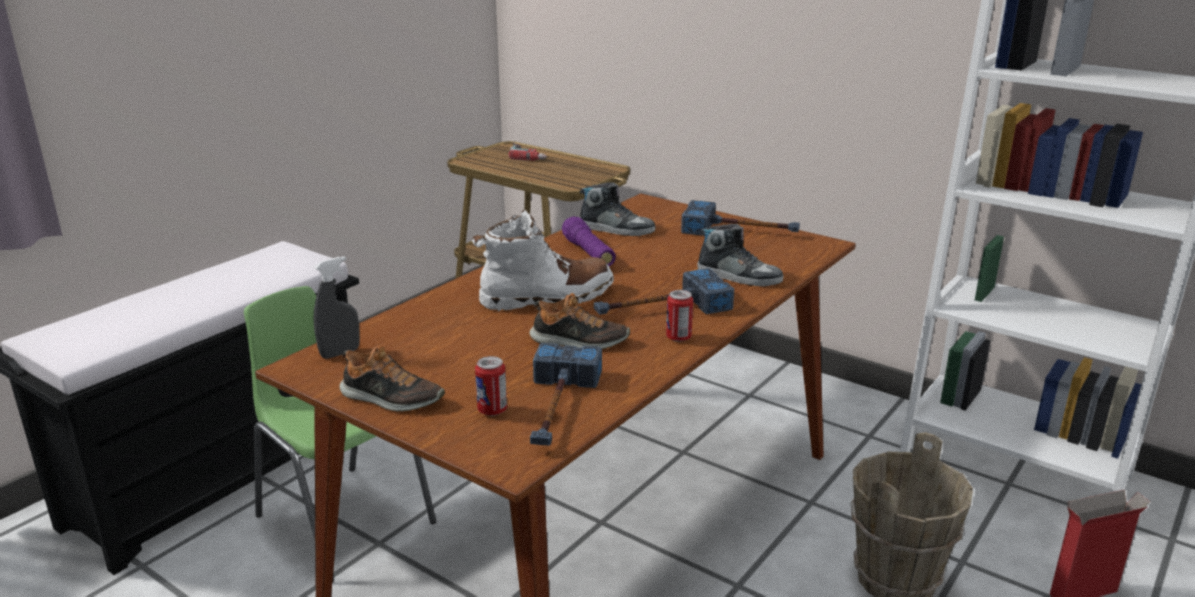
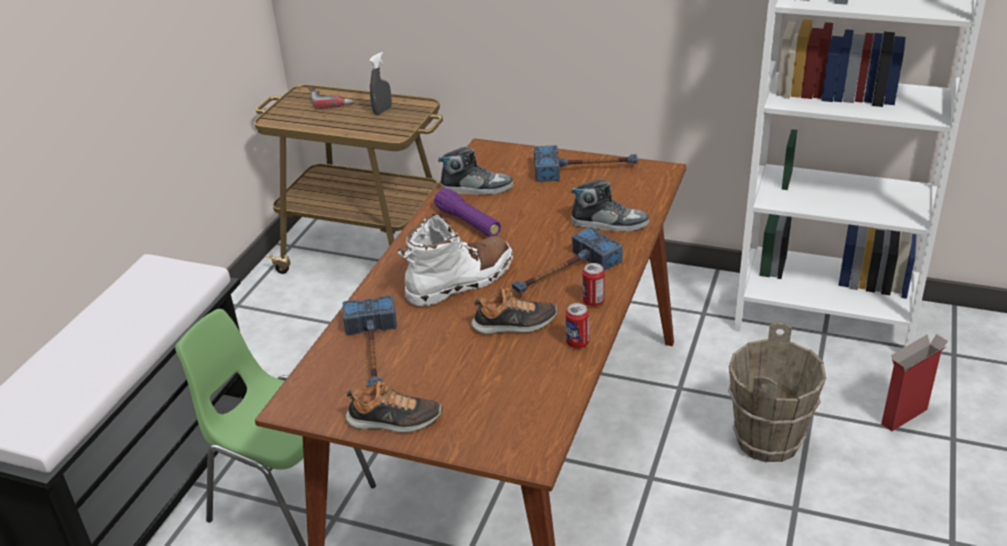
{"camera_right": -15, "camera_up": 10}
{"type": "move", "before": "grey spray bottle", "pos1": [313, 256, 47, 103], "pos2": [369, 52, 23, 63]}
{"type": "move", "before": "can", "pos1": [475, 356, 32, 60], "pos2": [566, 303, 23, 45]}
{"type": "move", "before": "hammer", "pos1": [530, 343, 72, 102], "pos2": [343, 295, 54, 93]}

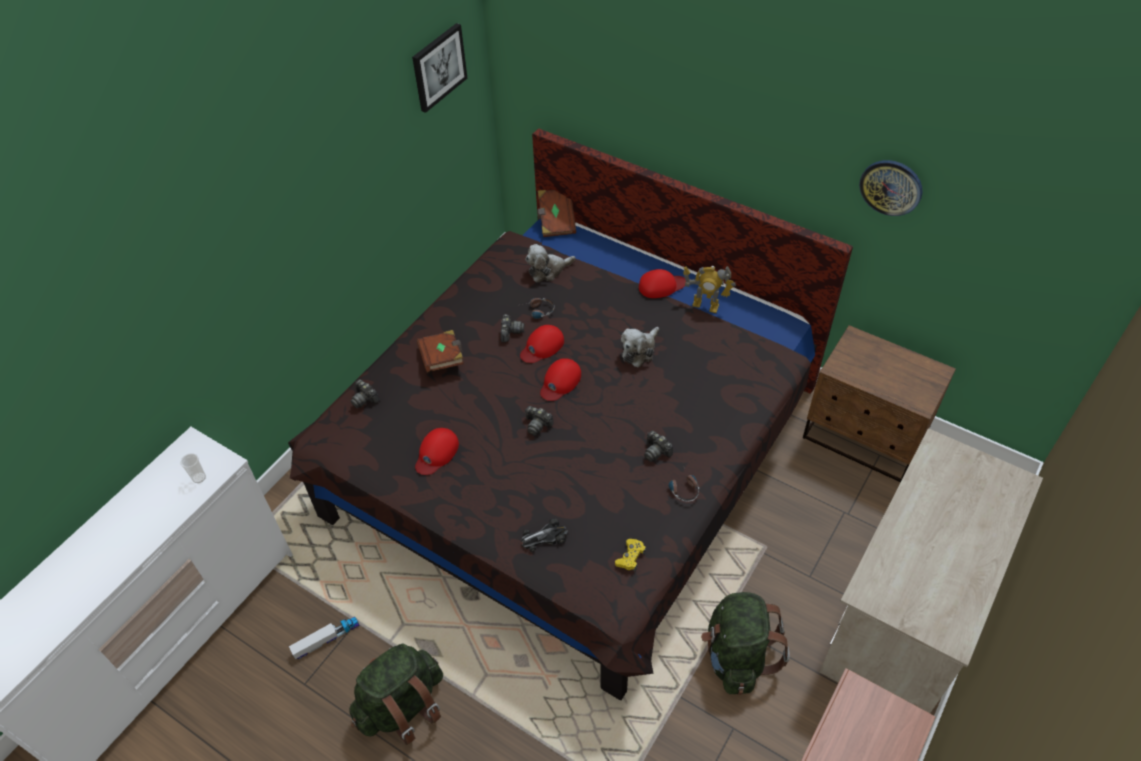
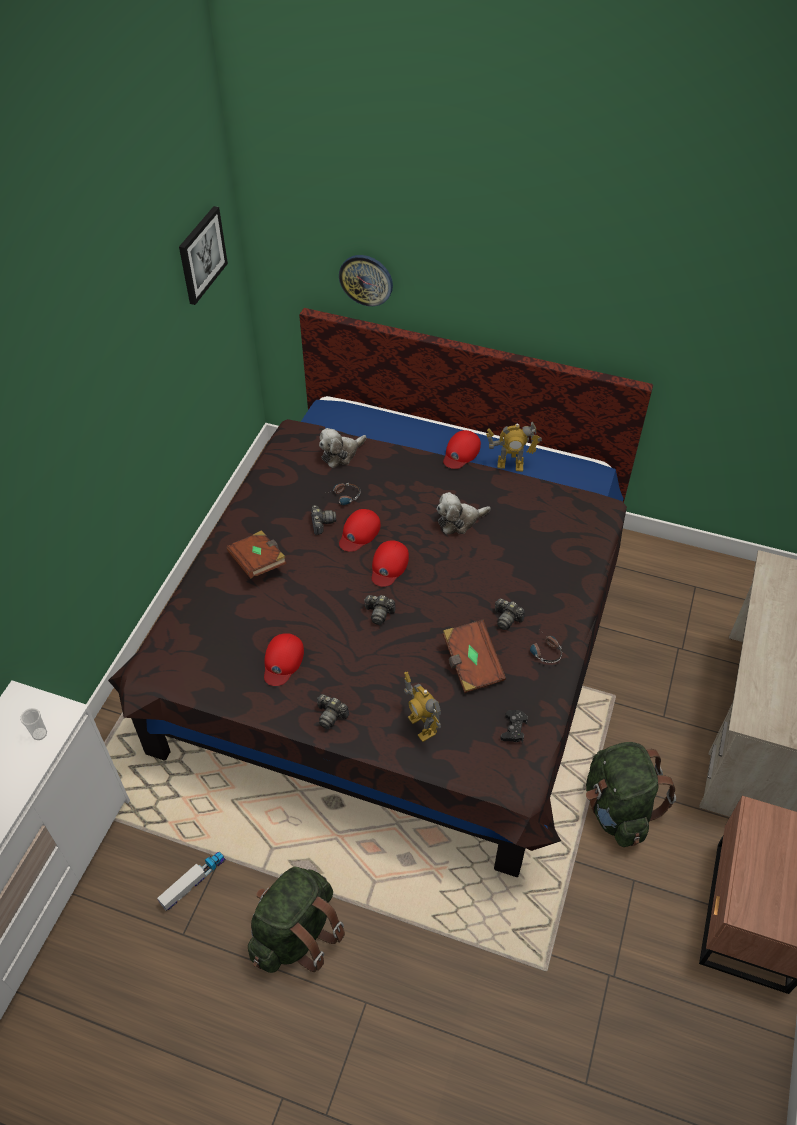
{"camera_right": -15, "camera_up": 0}
{"type": "delete", "before": "brown nightstand", "pos1": [803, 325, 153, 157]}
{"type": "move", "before": "photo camera", "pos1": [351, 379, 29, 29], "pos2": [317, 694, 32, 35]}
{"type": "move", "before": "brown book", "pos1": [537, 190, 39, 47], "pos2": [443, 620, 63, 73]}
{"type": "move", "before": "wall clock", "pos1": [859, 160, 64, 56], "pos2": [339, 255, 54, 51]}
{"type": "replace", "before": "toy car", "after": "toy robot", "pos1": [521, 518, 47, 34], "pos2": [404, 671, 37, 71]}
{"type": "recolor", "before": "yellow game controller", "after": "black game controller", "pos1": [615, 539, 31, 32], "pos2": [500, 710, 28, 32]}
{"type": "rotate", "before": "plush toy", "pos1": [621, 327, 38, 41], "pos2": [436, 492, 55, 42], "turn": 45}
{"type": "rotate", "before": "red cap", "pos1": [639, 269, 47, 29], "pos2": [443, 430, 38, 39], "turn": 150}

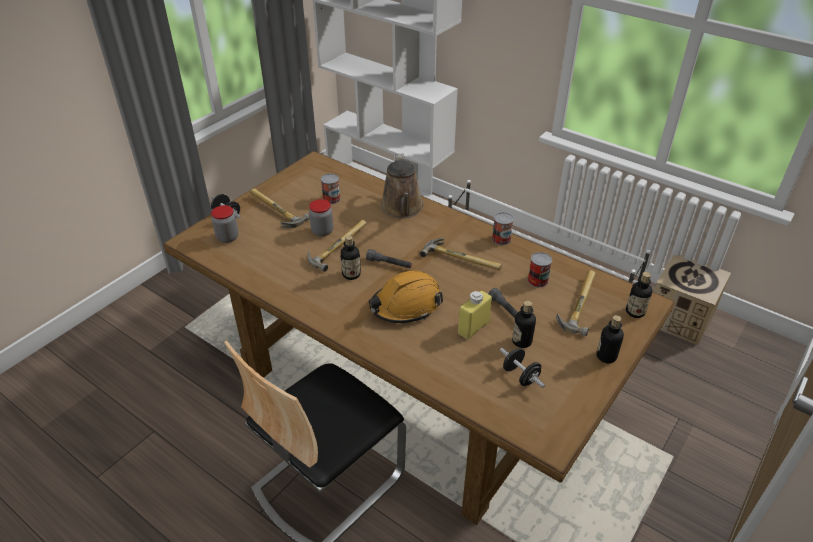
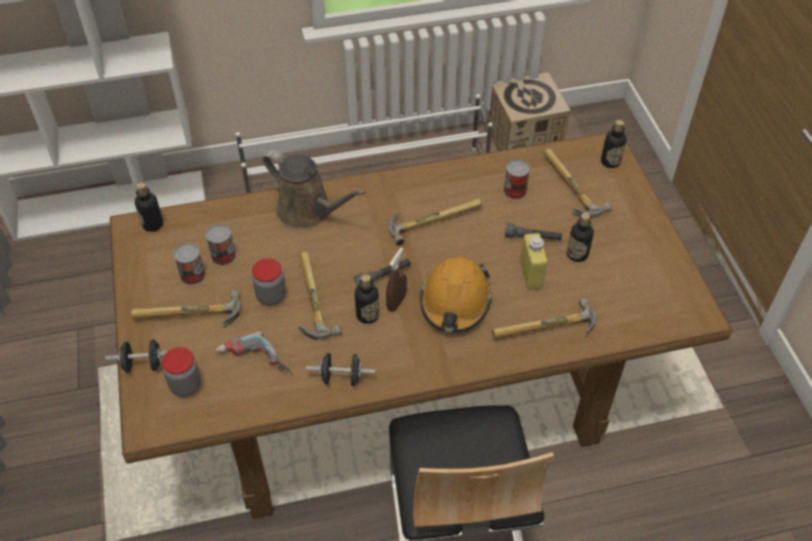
{"camera_right": -50, "camera_up": 10}
{"type": "insert", "after": "power drill", "pos2": [215, 331, 76, 42]}
{"type": "insert", "after": "brown spray bottle", "pos2": [386, 247, 21, 65]}
{"type": "insert", "after": "hammer", "pos2": [492, 298, 105, 41]}
{"type": "move", "before": "can", "pos1": [492, 212, 22, 33], "pos2": [174, 243, 31, 42]}
{"type": "move", "before": "black dumbbell", "pos1": [500, 348, 45, 40], "pos2": [306, 353, 69, 33]}
{"type": "move", "before": "bottle", "pos1": [596, 315, 28, 48], "pos2": [135, 183, 28, 49]}

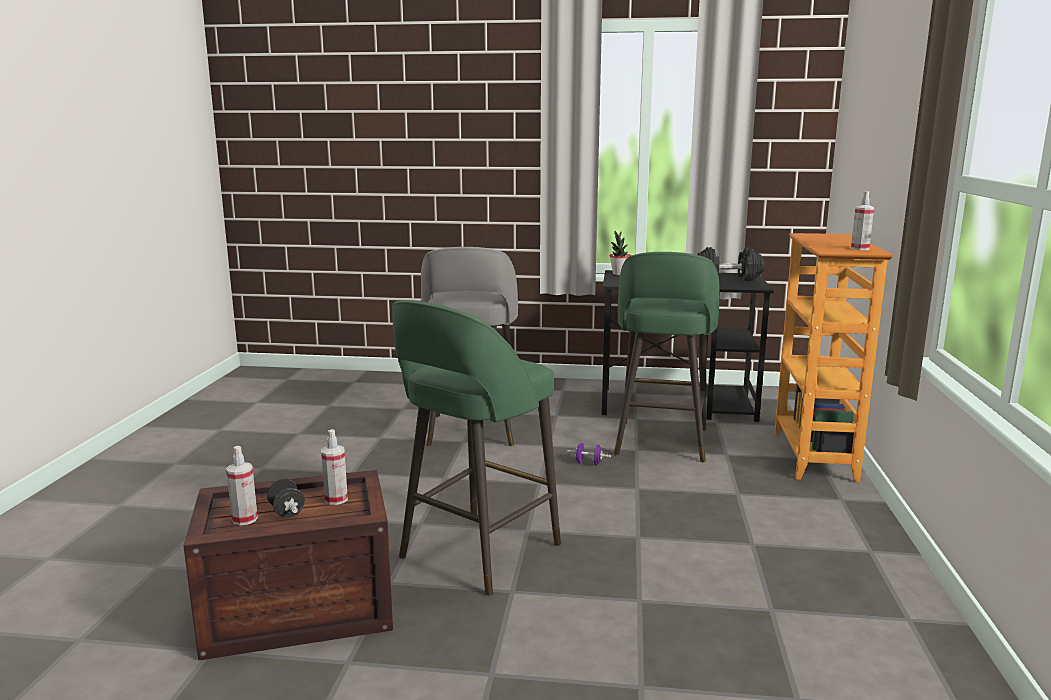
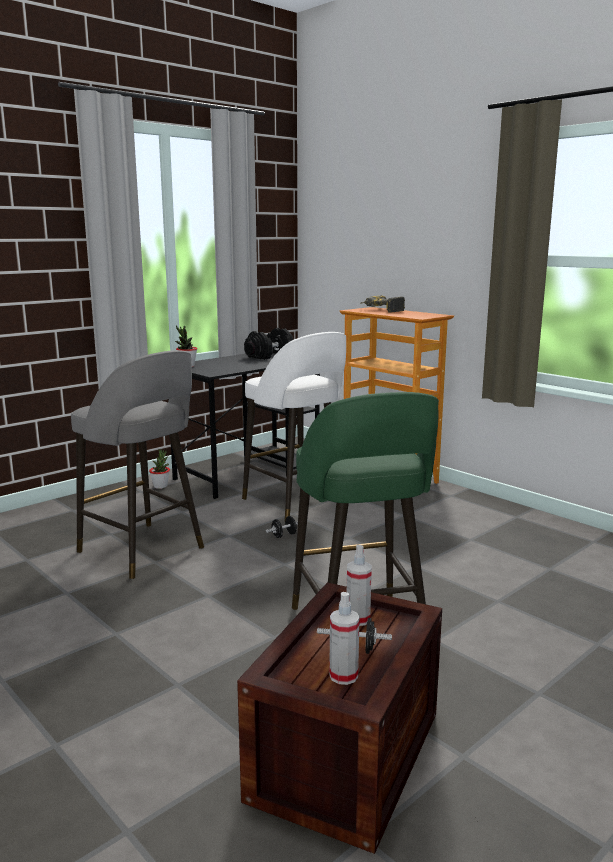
{"camera_right": -50, "camera_up": 0}
{"type": "delete", "before": "spray bottle", "pos1": [851, 191, 23, 59]}
{"type": "insert", "after": "potted plant", "pos2": [149, 449, 21, 40]}
{"type": "insert", "after": "power drill", "pos2": [361, 296, 44, 17]}
{"type": "recolor", "before": "purple dumbbell", "after": "black dumbbell", "pos1": [567, 443, 44, 22], "pos2": [266, 516, 32, 22]}
{"type": "recolor", "before": "green stool", "after": "white stool", "pos1": [614, 252, 105, 210], "pos2": [242, 332, 104, 188]}

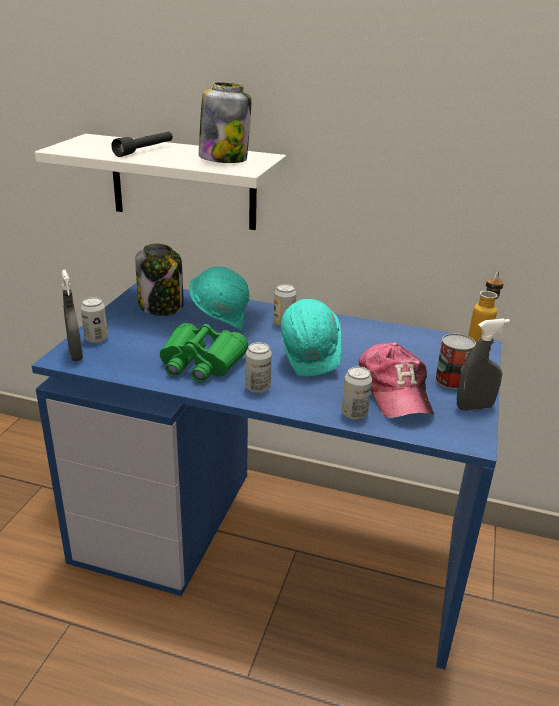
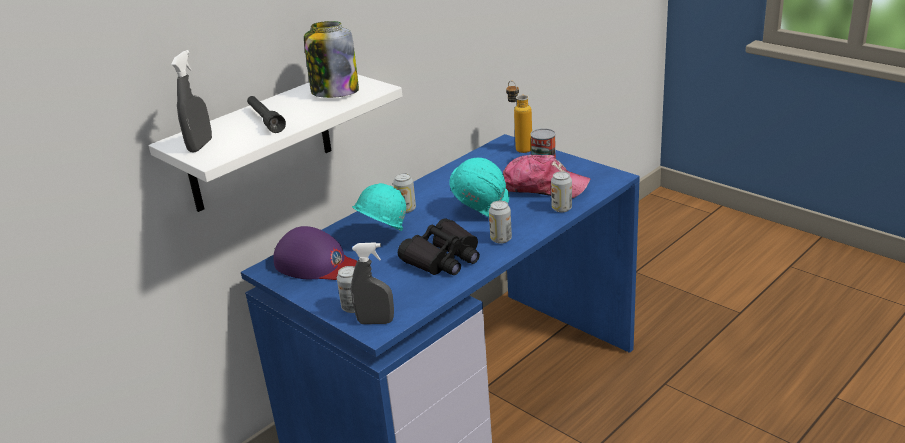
{"camera_right": -60, "camera_up": 0}
{"type": "move", "before": "grey spray bottle", "pos1": [457, 319, 53, 92], "pos2": [171, 50, 41, 102]}
{"type": "replace", "before": "jar", "after": "purple cap", "pos1": [135, 243, 49, 73], "pos2": [273, 226, 84, 54]}
{"type": "recolor", "before": "green binoculars", "after": "black binoculars", "pos1": [160, 323, 88, 59], "pos2": [398, 218, 82, 57]}

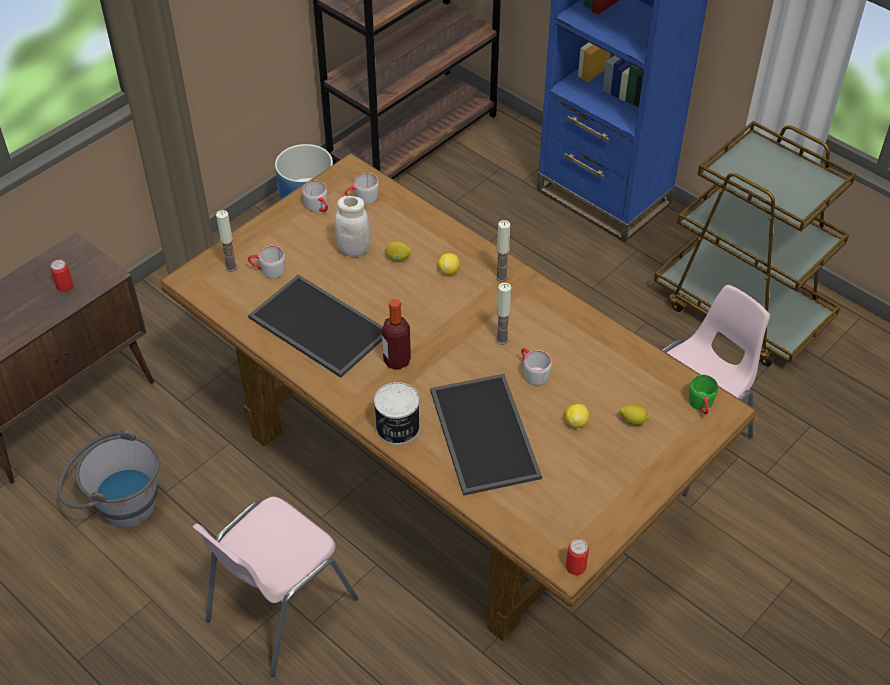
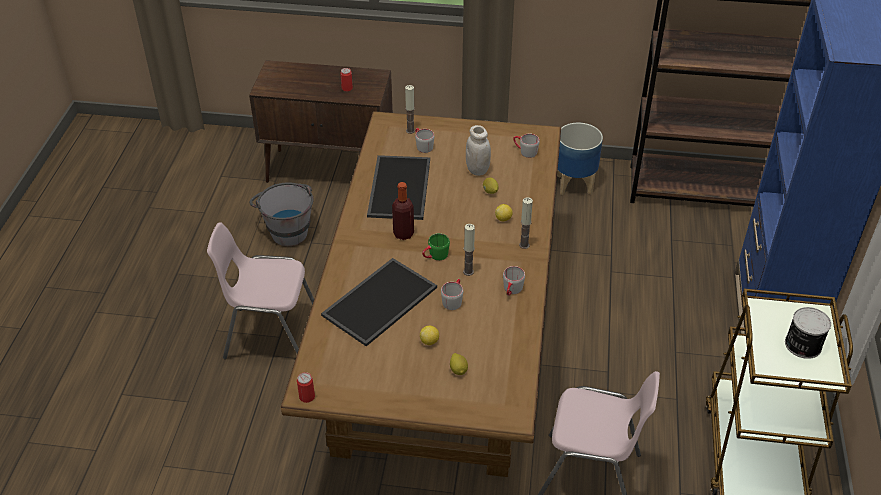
{"camera_right": 55, "camera_up": -5}
{"type": "move", "before": "grey mug", "pos1": [302, 181, 26, 31], "pos2": [503, 266, 22, 30]}
{"type": "move", "before": "can", "pos1": [374, 382, 46, 63], "pos2": [785, 307, 46, 52]}
{"type": "move", "before": "green mug", "pos1": [689, 375, 29, 40], "pos2": [422, 233, 28, 27]}

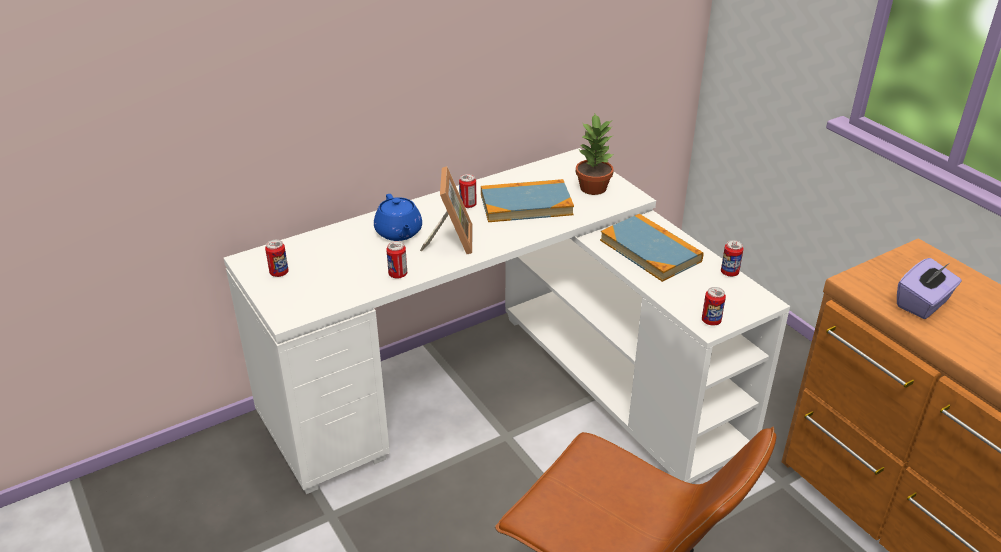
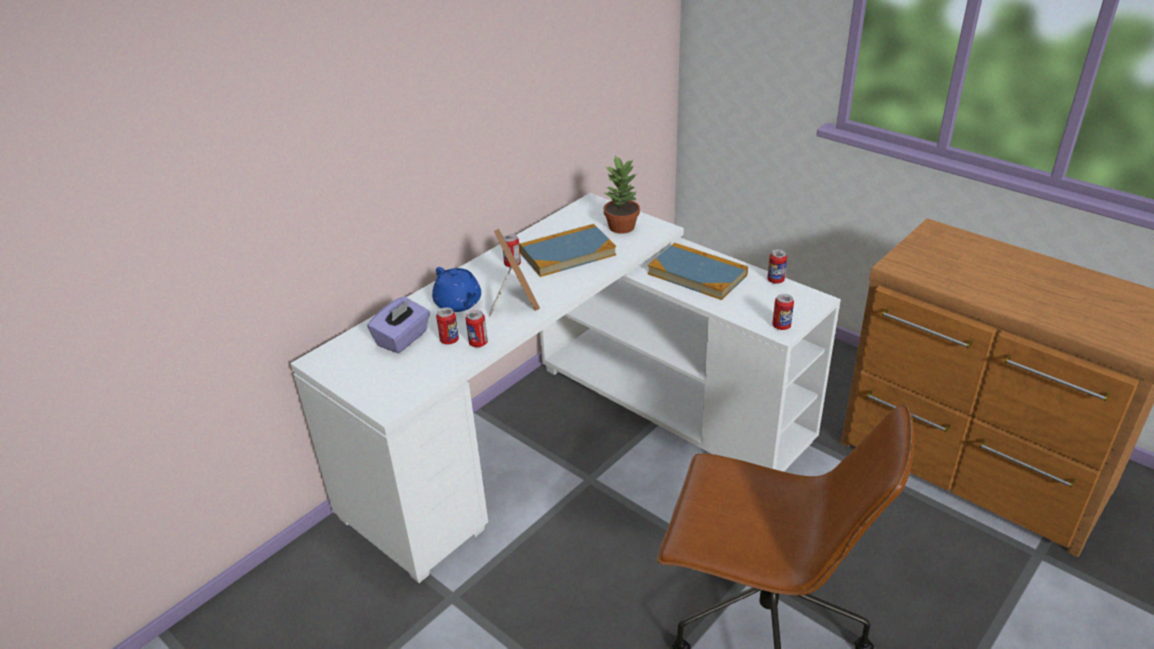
{"camera_right": -15, "camera_up": 0}
{"type": "move", "before": "can", "pos1": [265, 240, 24, 37], "pos2": [436, 307, 23, 38]}
{"type": "move", "before": "purple tissue box", "pos1": [897, 258, 65, 61], "pos2": [367, 297, 63, 56]}

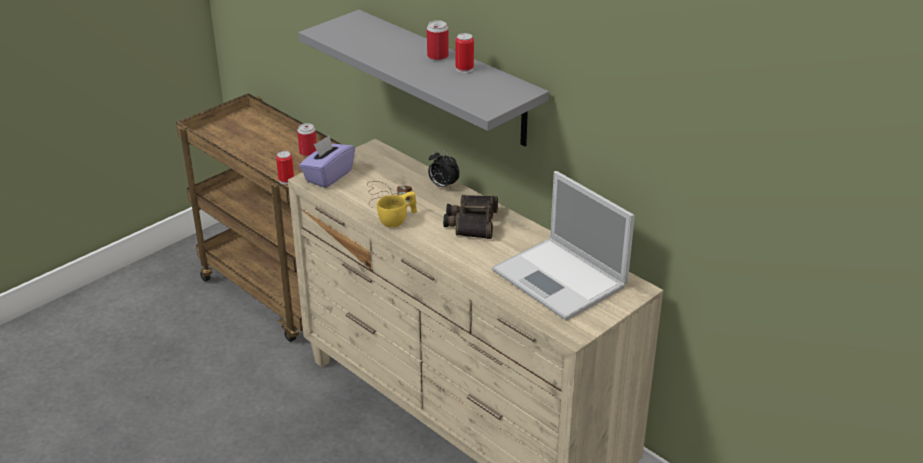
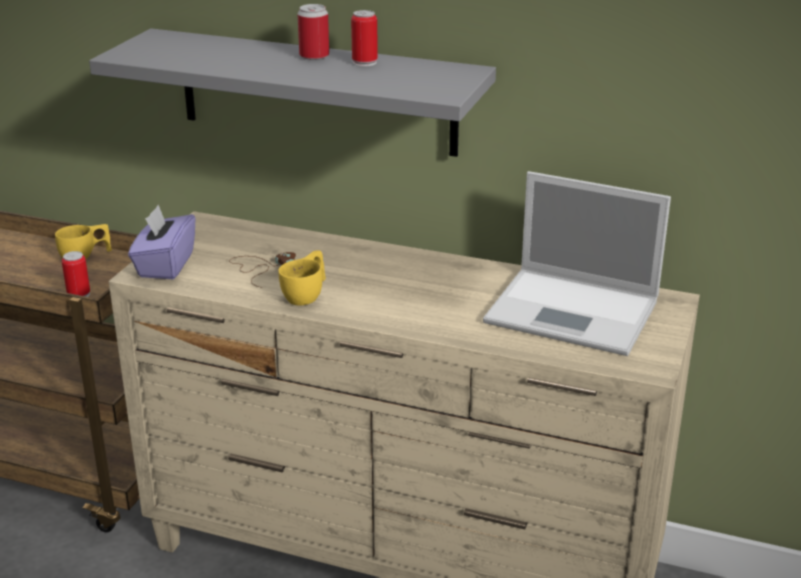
{"camera_right": -25, "camera_up": -5}
{"type": "delete", "before": "alarm clock", "pos1": [428, 150, 32, 40]}
{"type": "delete", "before": "binoculars", "pos1": [443, 195, 55, 44]}
{"type": "replace", "before": "can", "after": "yellow cup", "pos1": [297, 123, 20, 33], "pos2": [55, 224, 57, 35]}

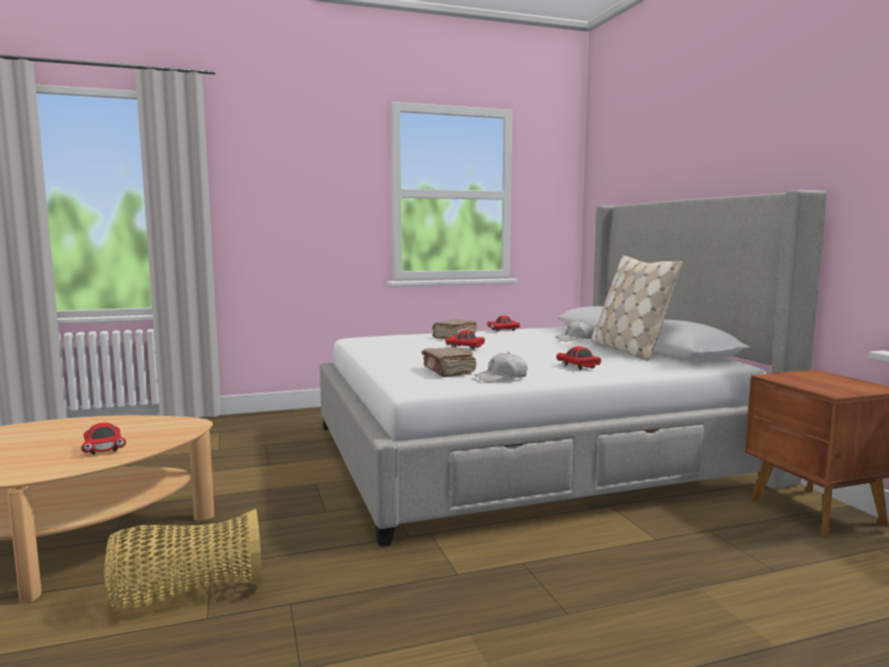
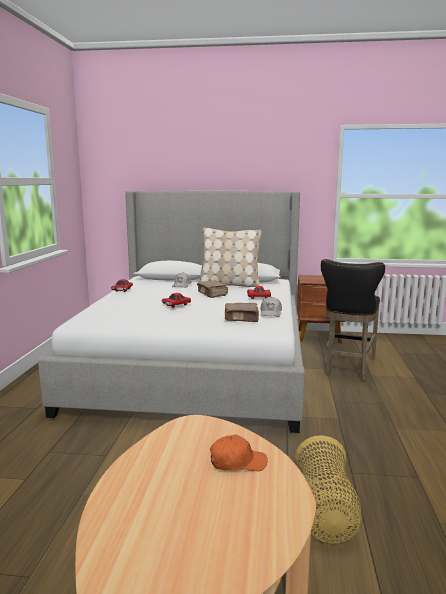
{"camera_right": -65, "camera_up": 5}
{"type": "insert", "after": "black stool", "pos2": [321, 259, 64, 122]}
{"type": "move", "before": "brown book", "pos1": [432, 319, 45, 20], "pos2": [197, 281, 31, 17]}
{"type": "replace", "before": "red toy car", "after": "orange cap", "pos1": [81, 423, 45, 32], "pos2": [210, 434, 58, 37]}

